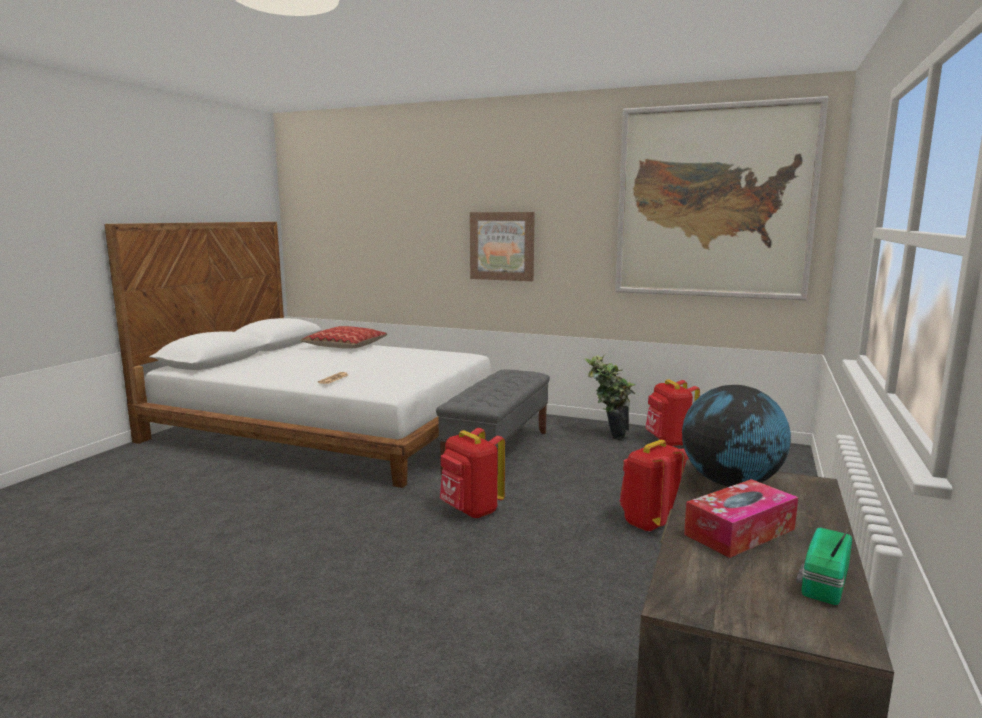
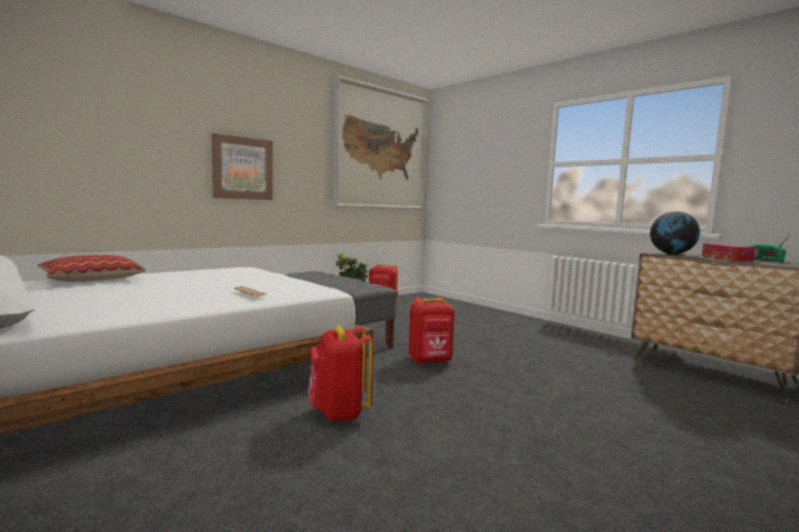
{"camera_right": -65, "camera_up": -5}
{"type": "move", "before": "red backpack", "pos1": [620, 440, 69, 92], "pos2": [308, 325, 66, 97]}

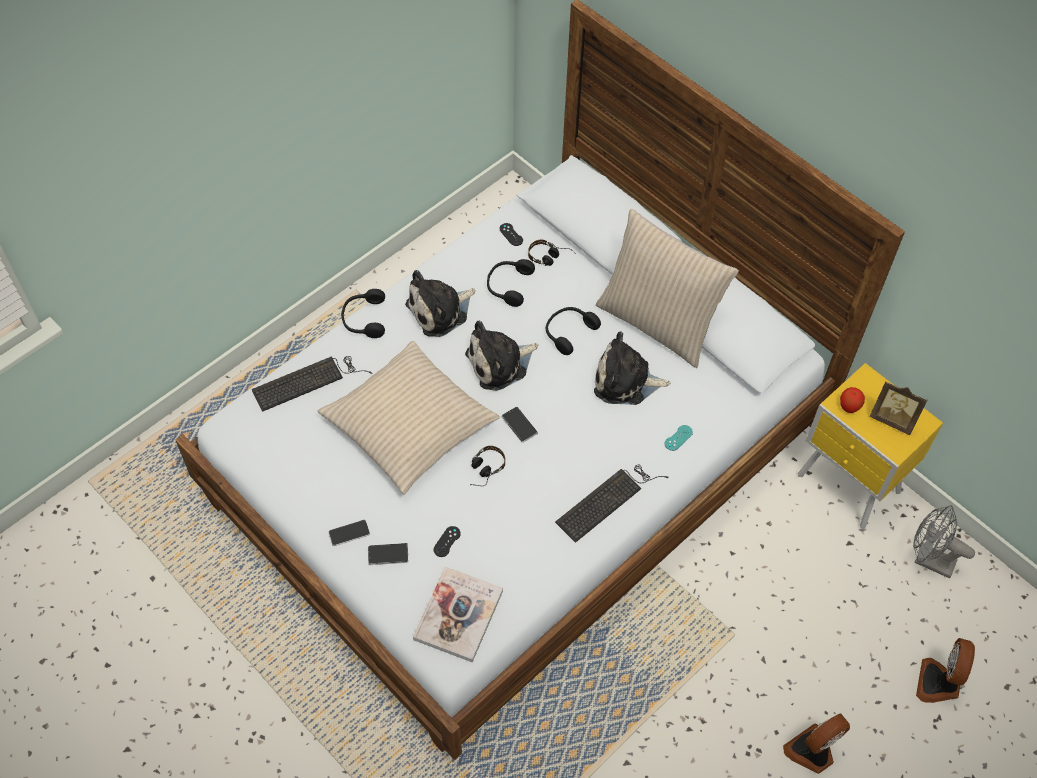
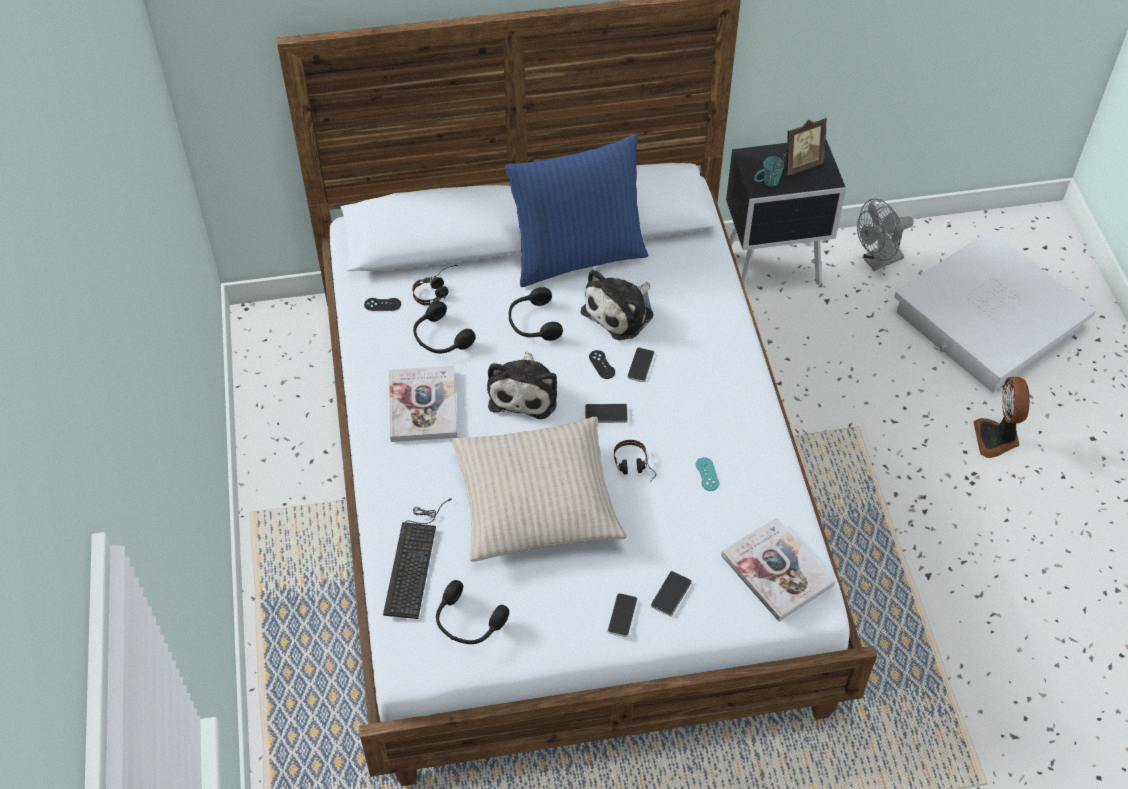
{"camera_right": -55, "camera_up": -5}
{"type": "delete", "before": "keyboard", "pos1": [555, 464, 114, 79]}
{"type": "insert", "after": "phone", "pos2": [627, 347, 28, 35]}
{"type": "move", "before": "black headphones", "pos1": [341, 289, 44, 49], "pos2": [436, 580, 73, 64]}
{"type": "move", "before": "black game controller", "pos1": [433, 526, 28, 31], "pos2": [589, 350, 26, 29]}
{"type": "move", "before": "turquoise game controller", "pos1": [665, 425, 28, 26], "pos2": [696, 457, 23, 34]}
{"type": "replace", "before": "plush toy", "after": "book", "pos1": [405, 270, 70, 67], "pos2": [389, 366, 68, 76]}
{"type": "replace", "before": "apple", "after": "turquoise mug", "pos1": [840, 387, 25, 26], "pos2": [754, 156, 30, 31]}
{"type": "replace", "before": "fan", "after": "white storage box", "pos1": [916, 638, 59, 65], "pos2": [894, 230, 202, 163]}
{"type": "recolor", "before": "beige pillow", "after": "blue pillow", "pos1": [596, 209, 143, 159], "pos2": [505, 134, 143, 153]}
{"type": "recolor", "before": "yellow nightstand", "after": "black nightstand", "pos1": [798, 363, 145, 166], "pos2": [726, 140, 120, 147]}

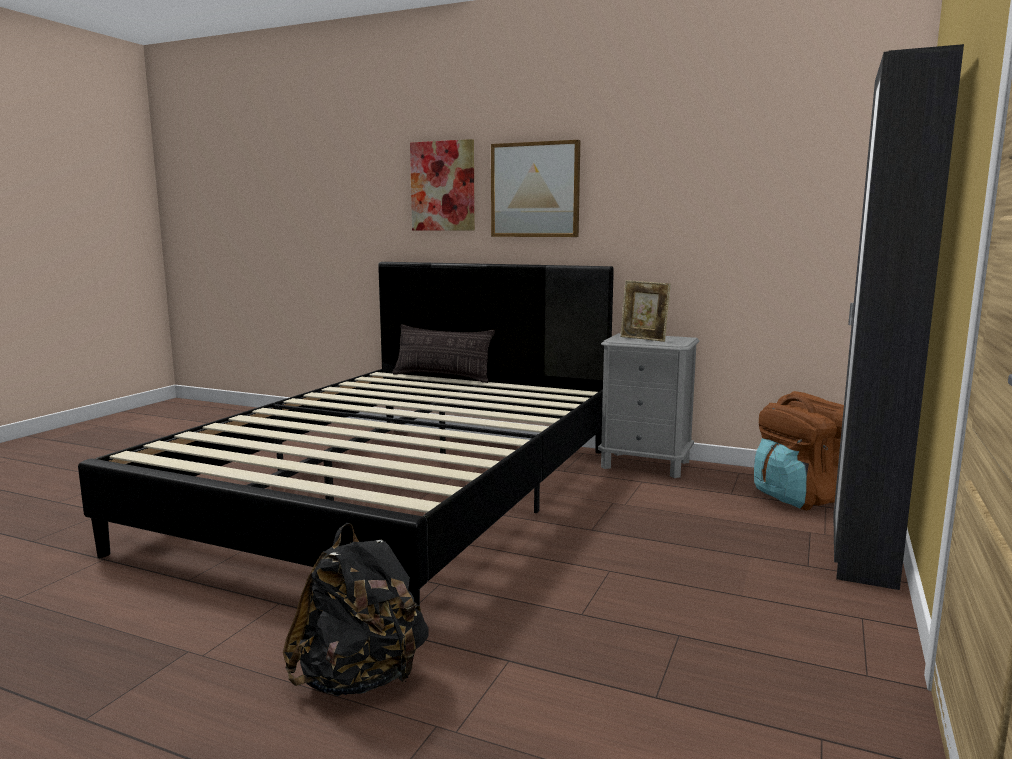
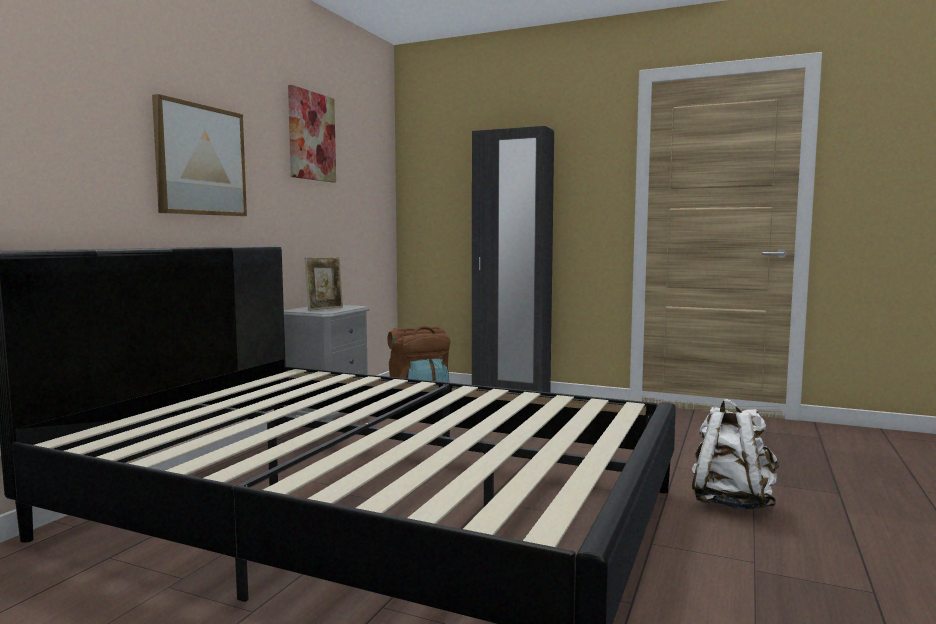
{"camera_right": -90, "camera_up": -5}
{"type": "delete", "before": "pillow", "pos1": [392, 324, 103, 59]}
{"type": "move", "before": "picture", "pos1": [410, 139, 65, 92], "pos2": [288, 85, 48, 97]}
{"type": "recolor", "before": "black backpack", "after": "white backpack", "pos1": [283, 523, 146, 173], "pos2": [692, 399, 87, 111]}

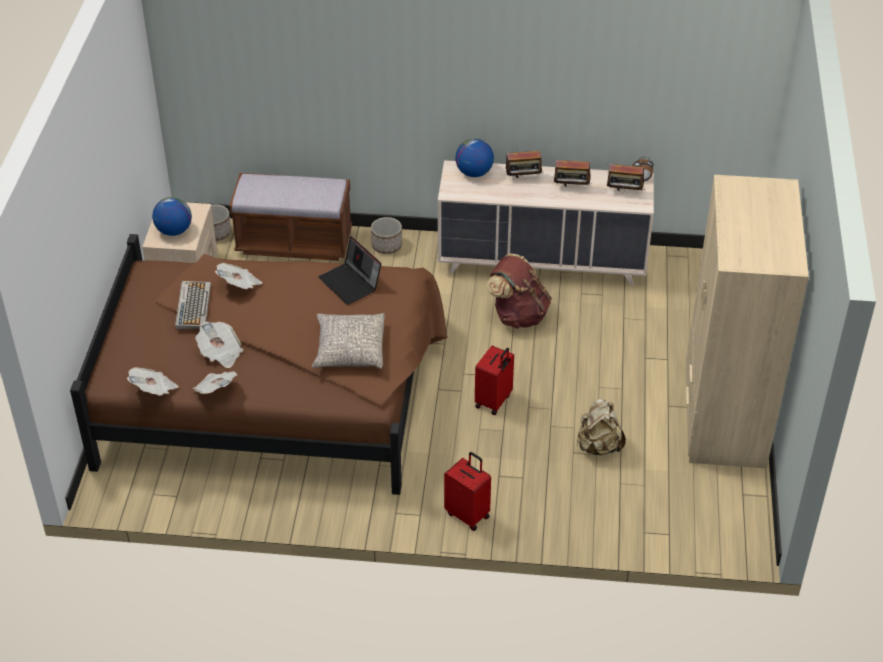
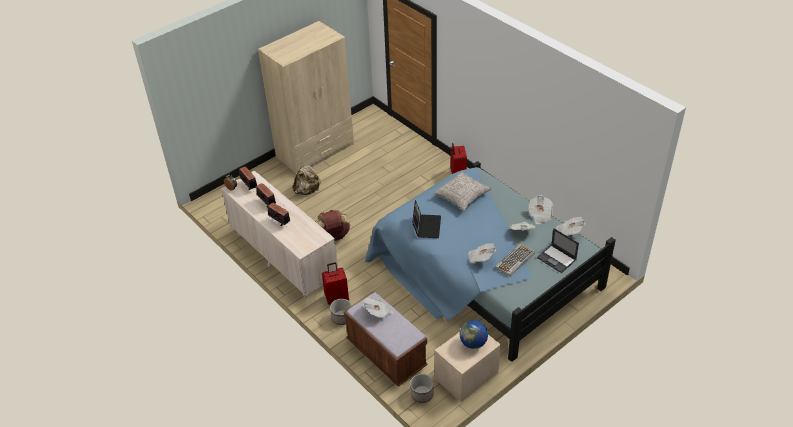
{"camera_right": -135, "camera_up": 0}
{"type": "delete", "before": "globe", "pos1": [455, 138, 39, 39]}
{"type": "insert", "after": "newspaper", "pos2": [362, 297, 31, 21]}
{"type": "insert", "after": "laptop", "pos2": [537, 228, 42, 45]}
{"type": "move", "before": "red suitcase", "pos1": [475, 346, 39, 69], "pos2": [322, 262, 27, 43]}
{"type": "move", "before": "beige backpack", "pos1": [577, 399, 49, 57], "pos2": [293, 163, 28, 32]}
{"type": "recolor", "before": "brown bed", "after": "blue bed", "pos1": [70, 234, 378, 261], "pos2": [365, 161, 251, 201]}

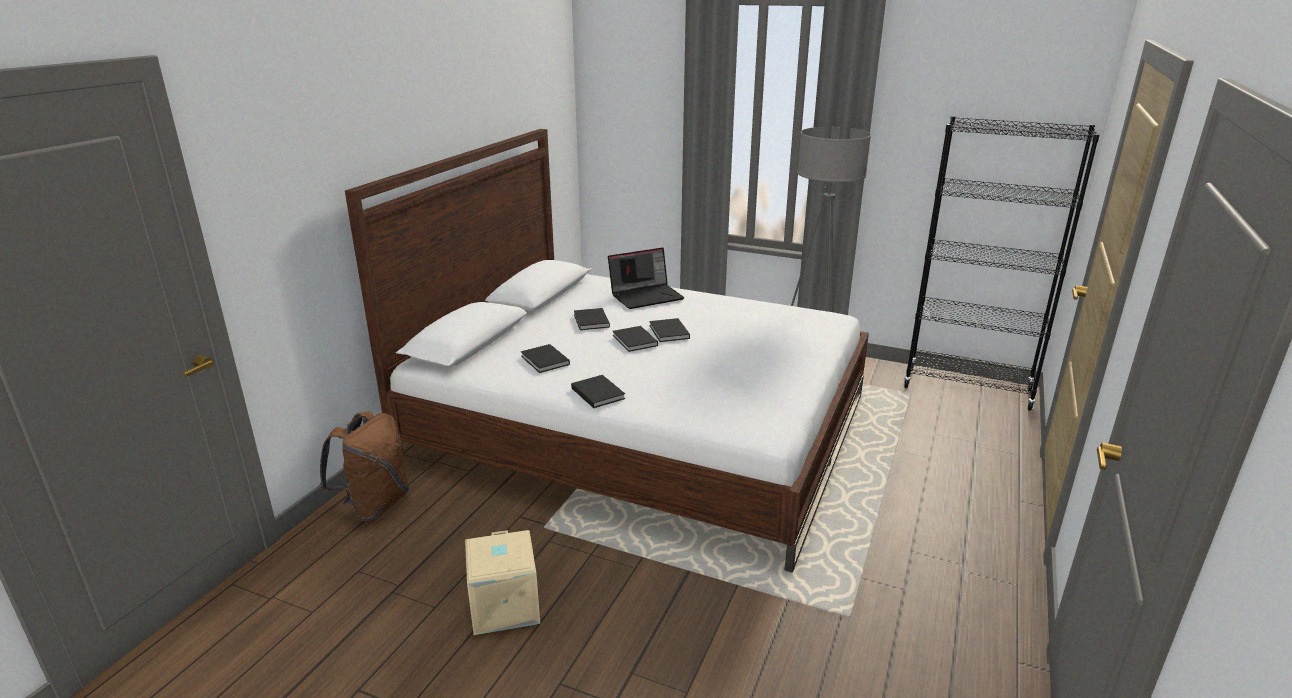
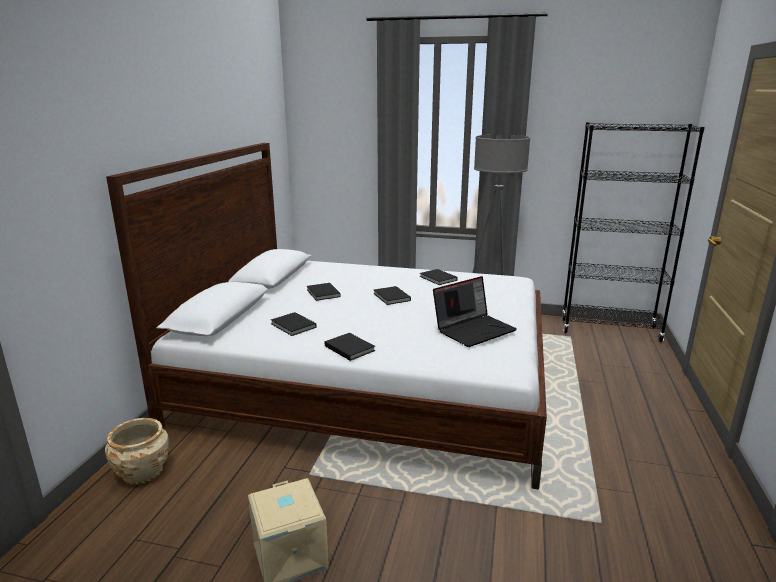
{"camera_right": -10, "camera_up": -5}
{"type": "move", "before": "laptop", "pos1": [608, 247, 77, 62], "pos2": [433, 276, 84, 71]}
{"type": "move", "before": "black book", "pos1": [613, 326, 45, 26], "pos2": [420, 269, 37, 16]}
{"type": "replace", "before": "brown backpack", "after": "beige planter", "pos1": [319, 411, 90, 110], "pos2": [105, 418, 64, 67]}

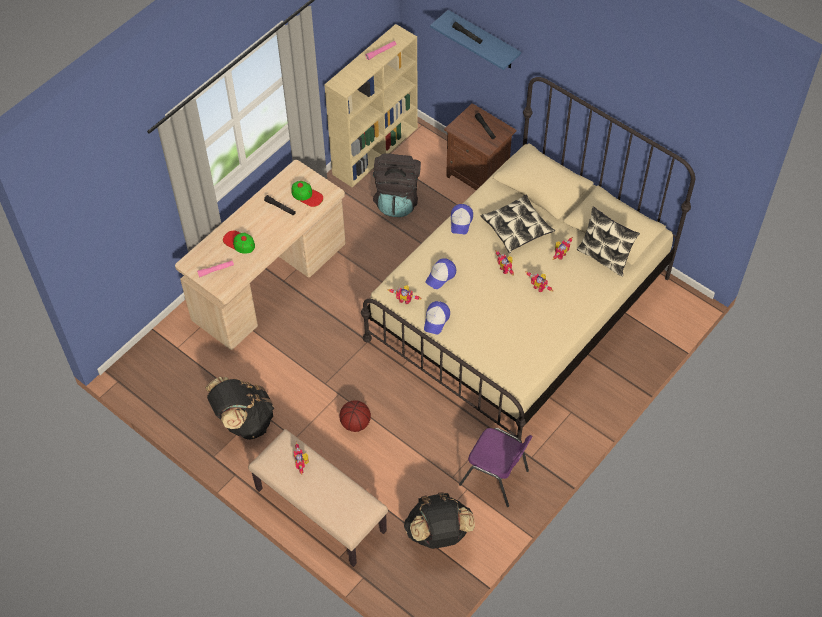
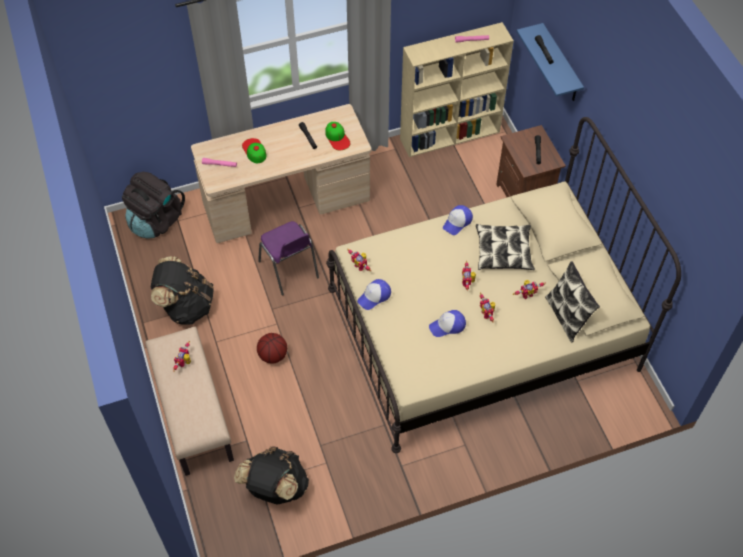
{"camera_right": 30, "camera_up": 0}
{"type": "move", "before": "black backpack", "pos1": [373, 153, 48, 64], "pos2": [122, 172, 63, 67]}
{"type": "move", "before": "cap", "pos1": [425, 258, 31, 31], "pos2": [429, 310, 37, 27]}
{"type": "move", "before": "purple chair", "pos1": [459, 428, 73, 79], "pos2": [258, 221, 61, 74]}

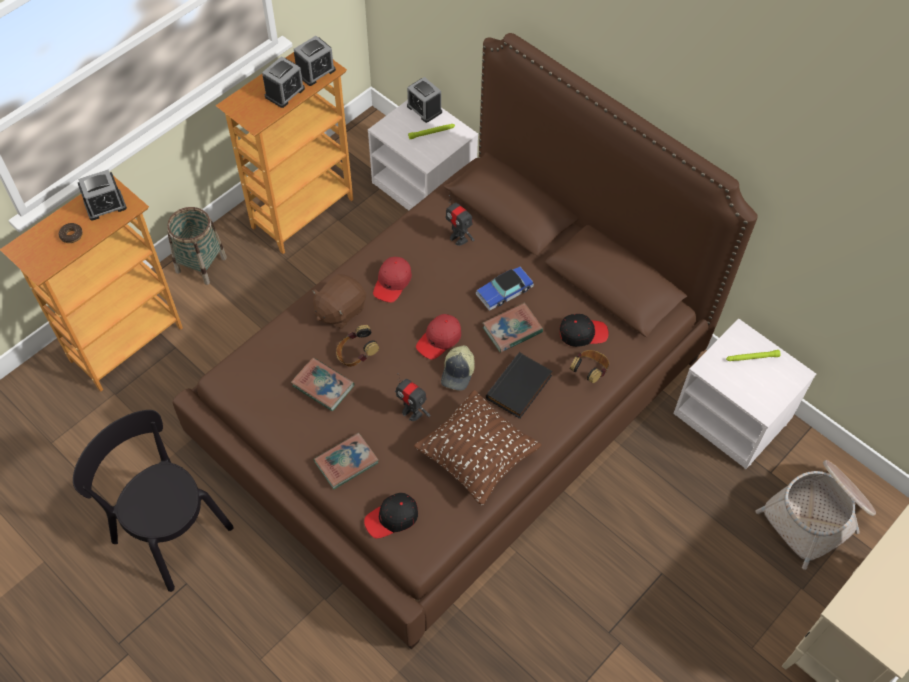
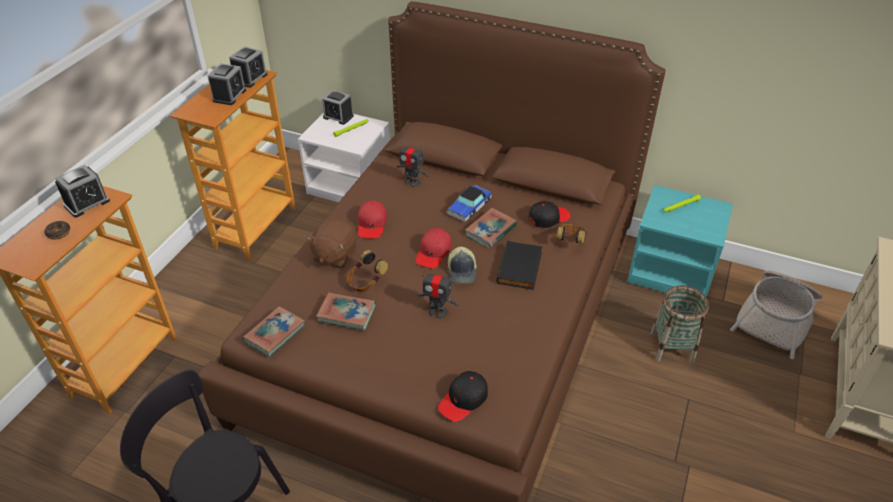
{"camera_right": -20, "camera_up": -15}
{"type": "delete", "before": "brown pillow", "pos1": [414, 390, 127, 115]}
{"type": "move", "before": "basket", "pos1": [167, 207, 60, 78], "pos2": [650, 285, 59, 78]}
{"type": "move", "before": "book", "pos1": [314, 433, 65, 56], "pos2": [242, 306, 63, 51]}
{"type": "recolor", "before": "white nightstand", "after": "turquoise nightstand", "pos1": [673, 318, 143, 151], "pos2": [627, 185, 106, 112]}

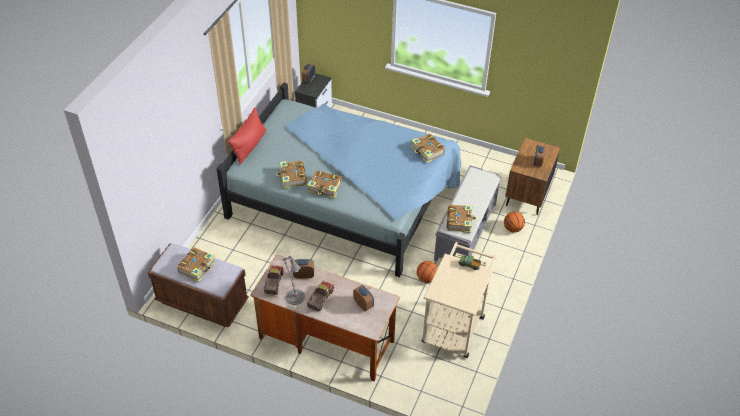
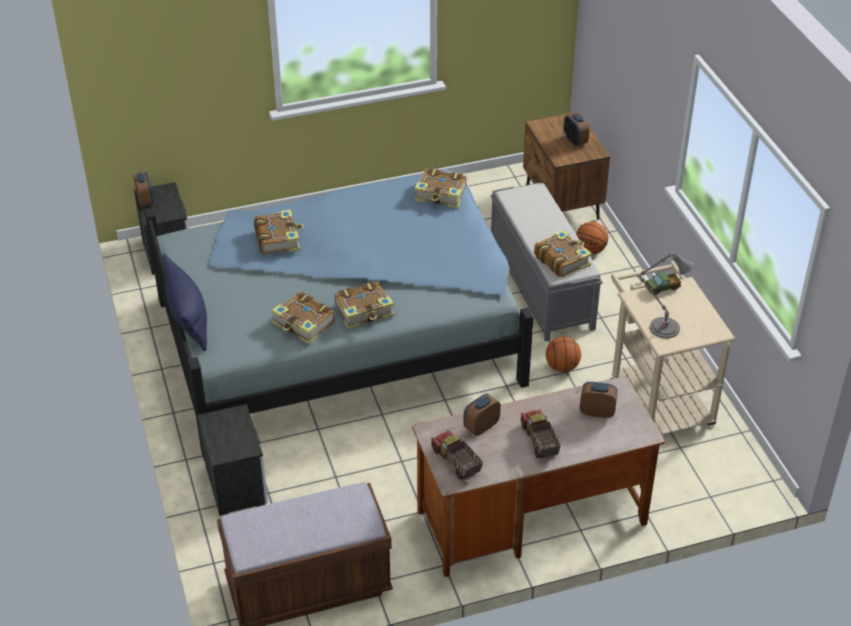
{"camera_right": -40, "camera_up": -5}
{"type": "insert", "after": "nightstand", "pos2": [198, 404, 70, 112]}
{"type": "move", "before": "book", "pos1": [177, 247, 39, 35], "pos2": [254, 210, 50, 45]}
{"type": "move", "before": "grey table lamp", "pos1": [282, 256, 23, 49], "pos2": [636, 252, 58, 86]}
{"type": "recolor", "before": "red pillow", "after": "blue pillow", "pos1": [228, 108, 38, 57], "pos2": [162, 254, 45, 97]}

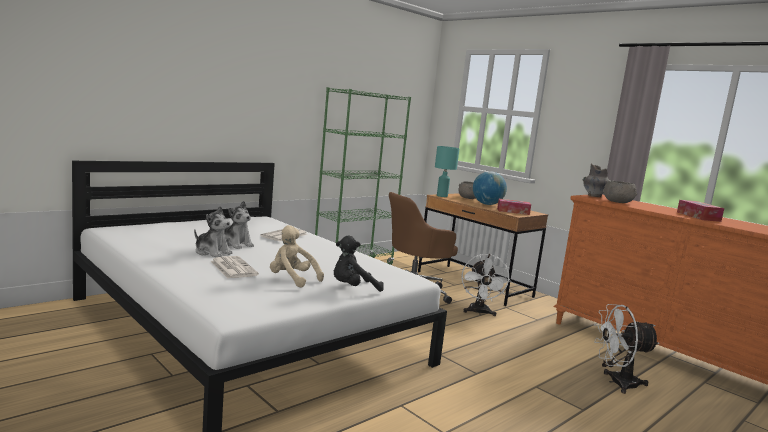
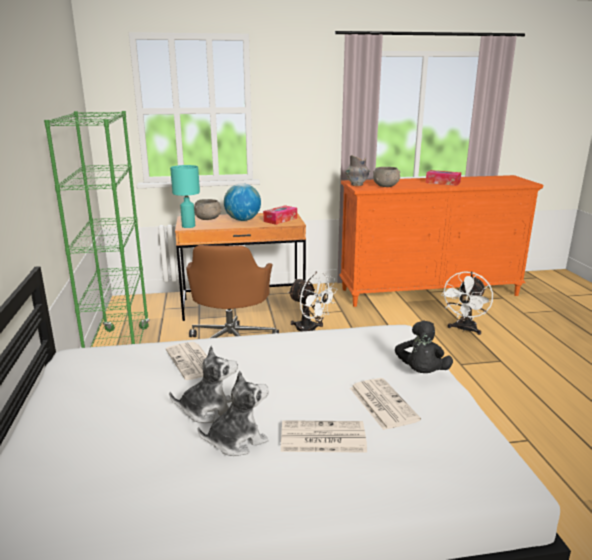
{"camera_right": -55, "camera_up": 10}
{"type": "replace", "before": "beige plush toy", "after": "newspaper", "pos1": [270, 225, 54, 63], "pos2": [350, 378, 71, 52]}

